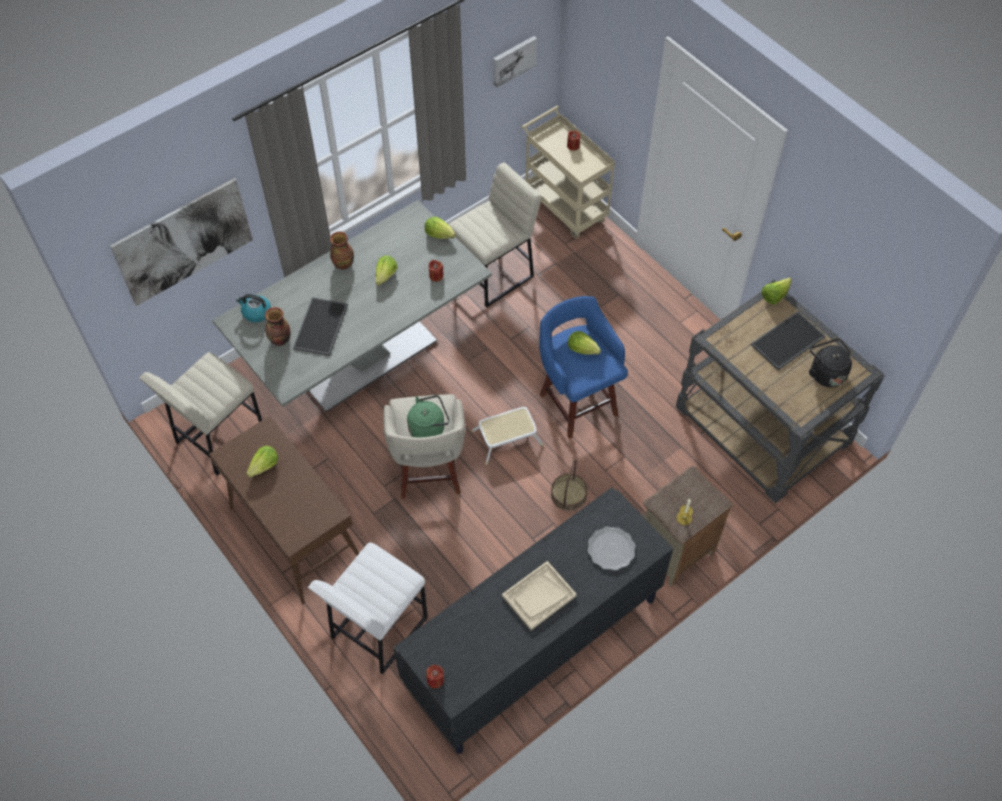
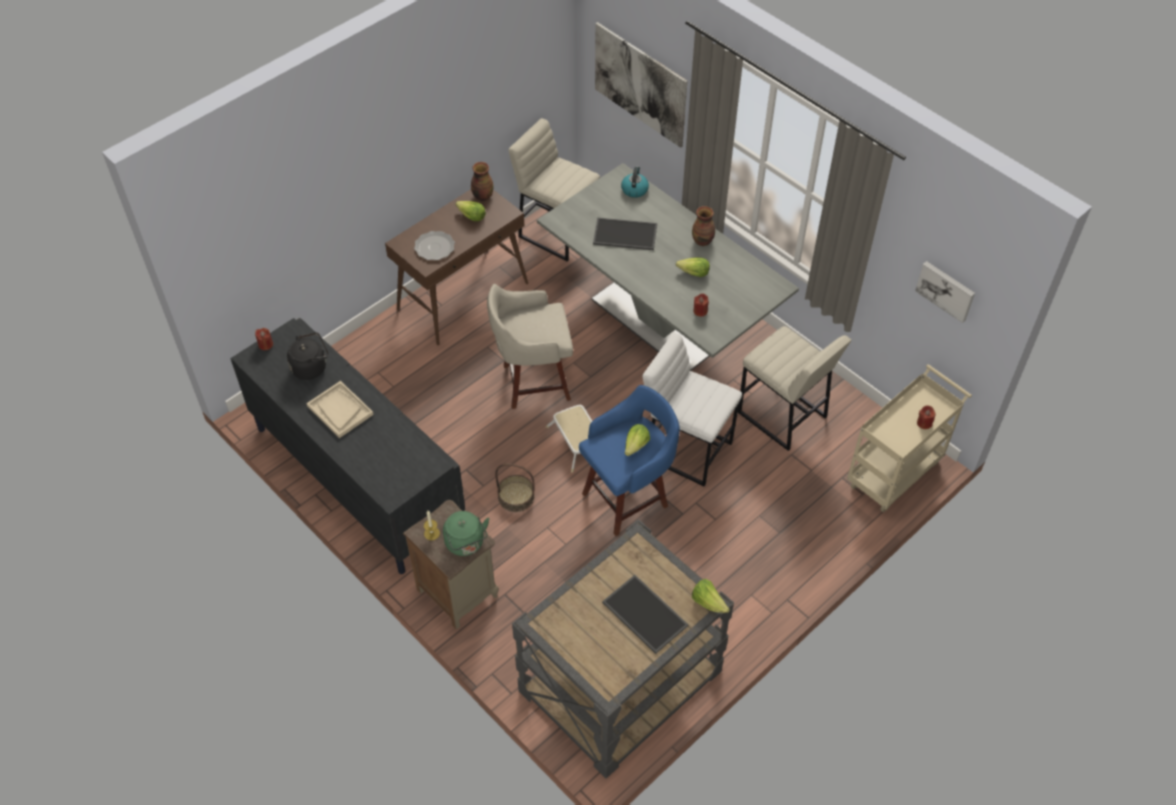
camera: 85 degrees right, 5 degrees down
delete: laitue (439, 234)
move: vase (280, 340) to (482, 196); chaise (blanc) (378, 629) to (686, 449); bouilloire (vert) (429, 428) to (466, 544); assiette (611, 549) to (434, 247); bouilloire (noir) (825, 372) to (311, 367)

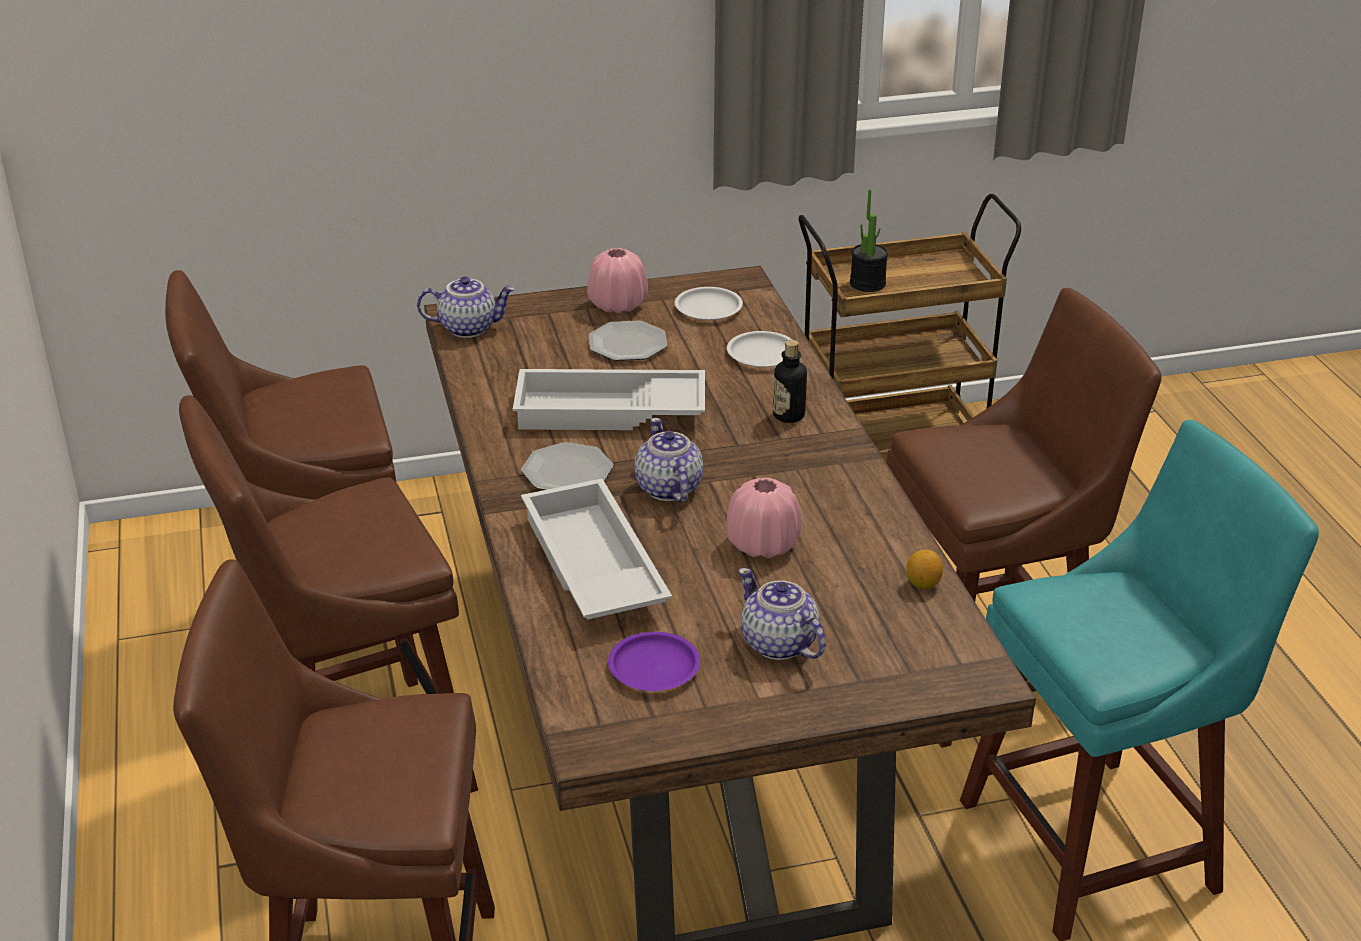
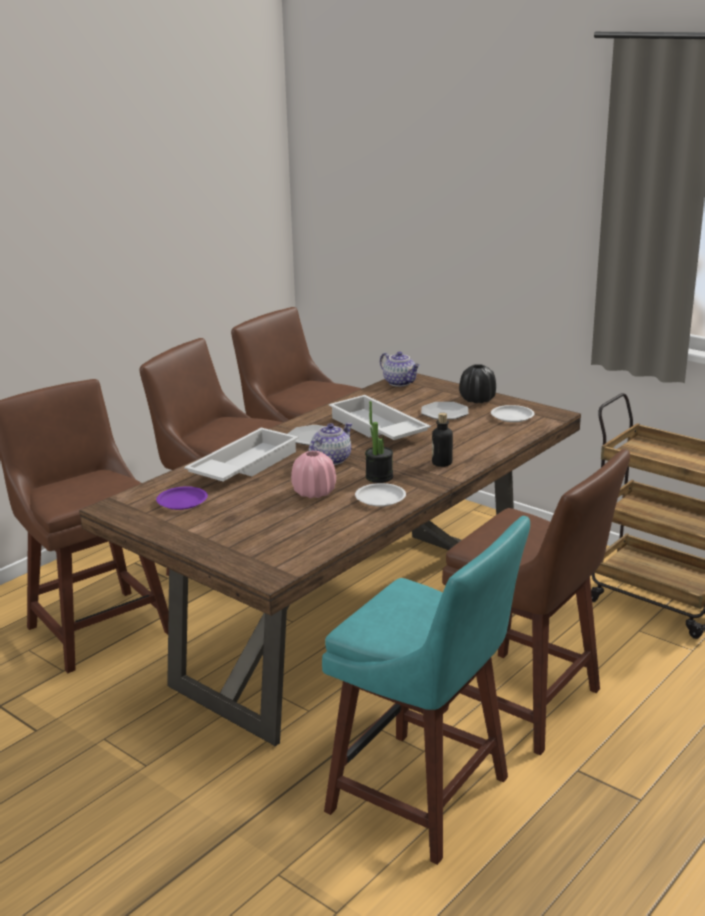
camera: 55 degrees right, 10 degrees down
delete: théière (779, 644); citron (923, 584)
move: assiette (blanc) (761, 354) to (380, 498); plante en pot (867, 283) to (379, 477)
recolor: vase (rose) (618, 305) to vase (noir) (477, 400)

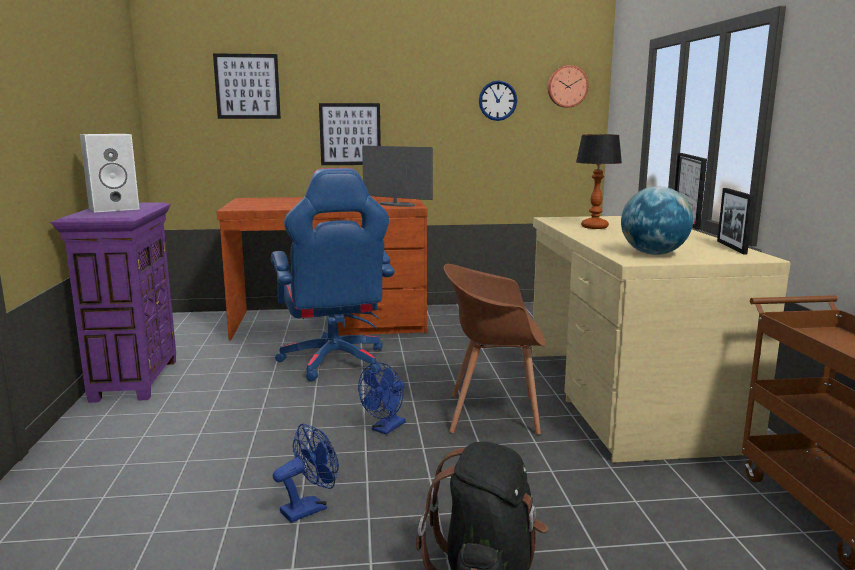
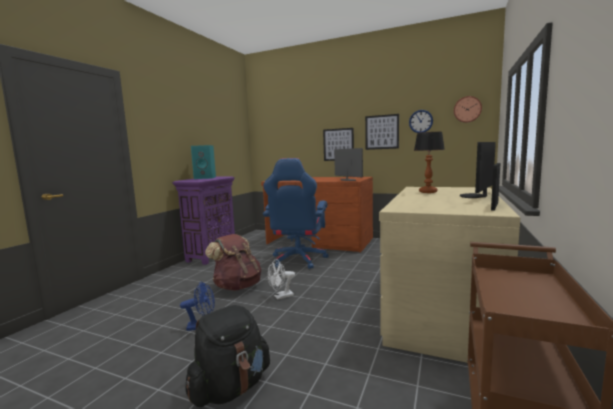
camera: 30 degrees right, 5 degrees down
delete: chaise (marron) (491, 414); globe (653, 254)
insert: sac à dos (marron) (237, 286)
move: tableau (247, 86) to (382, 132)
recolor: enceinte (blanc) (115, 208) to enceinte (turquoise) (205, 178); ventilateur (bleu) (385, 429) to ventilateur (blanc) (281, 296)

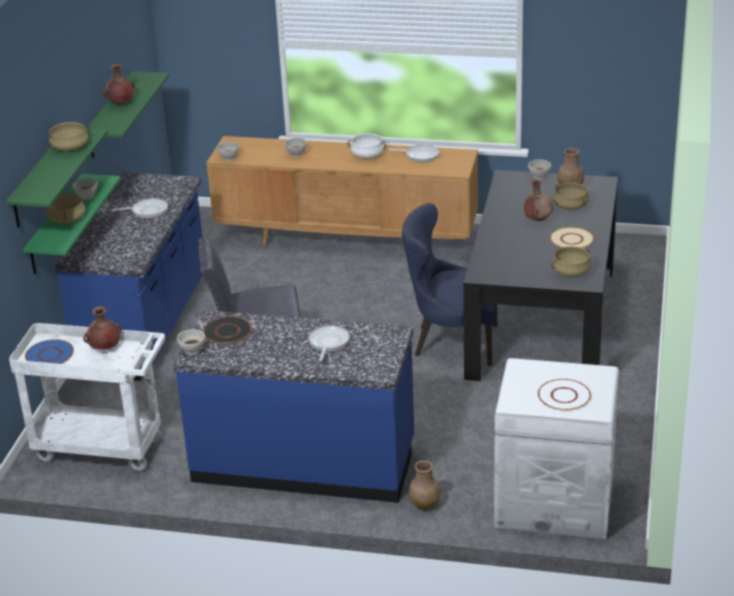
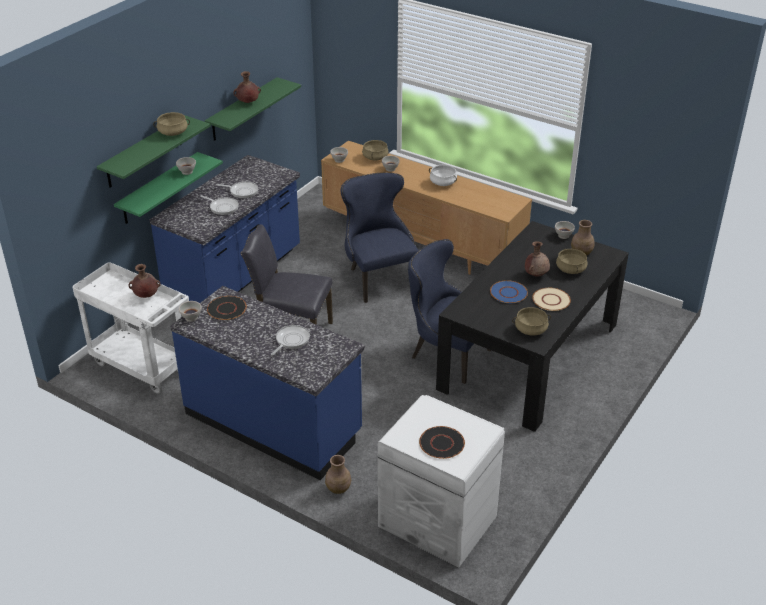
camera: 20 degrees right, 5 degrees up
insert: chaise (bleu) (378, 279)
move: assiette (bleu) (50, 355) to (509, 293); marmite (beige) (67, 219) to (375, 157); poêle (420, 155) to (222, 207)
recolor: assiette (blanc) (564, 396) to assiette (noir) (442, 443)

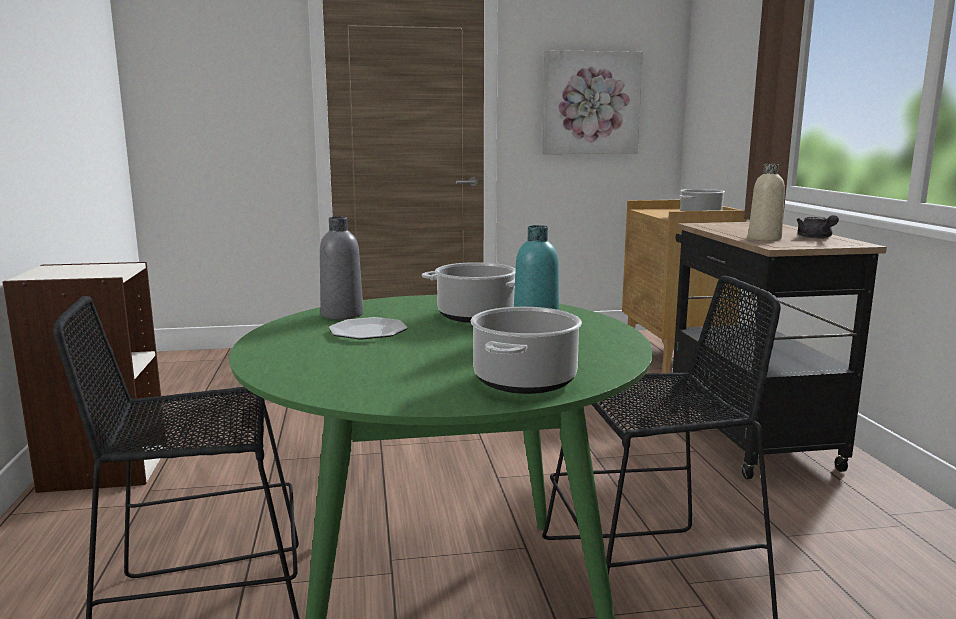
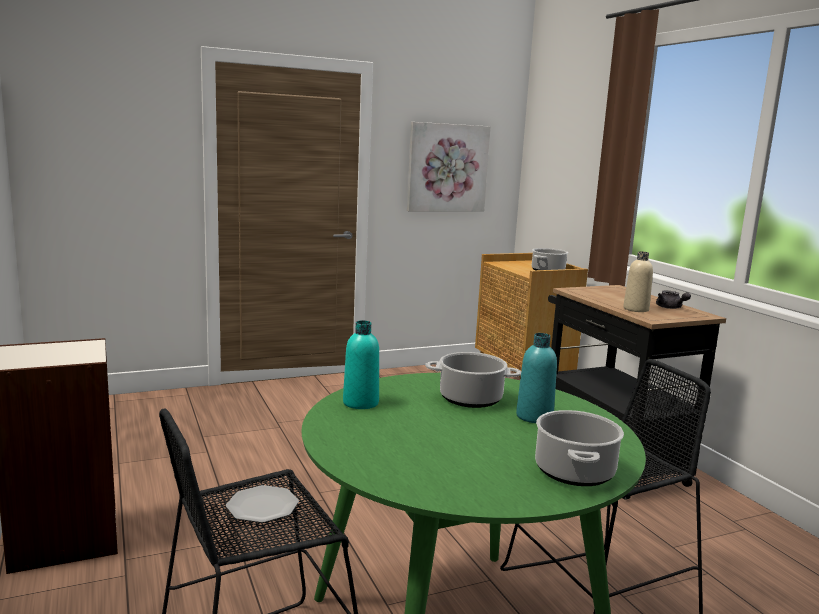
camera: 15 degrees left, 0 degrees up
move: assiette (368, 332) to (262, 506)
recolor: bouteille (gris) (342, 315) to bouteille (turquoise) (360, 403)

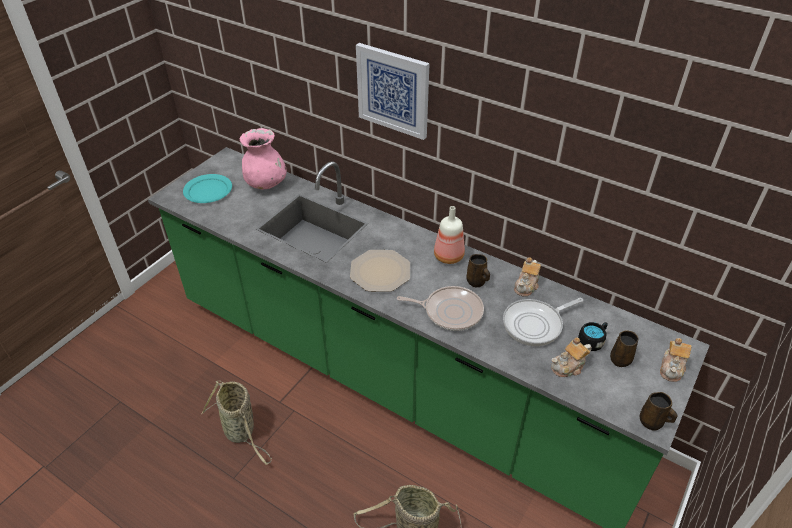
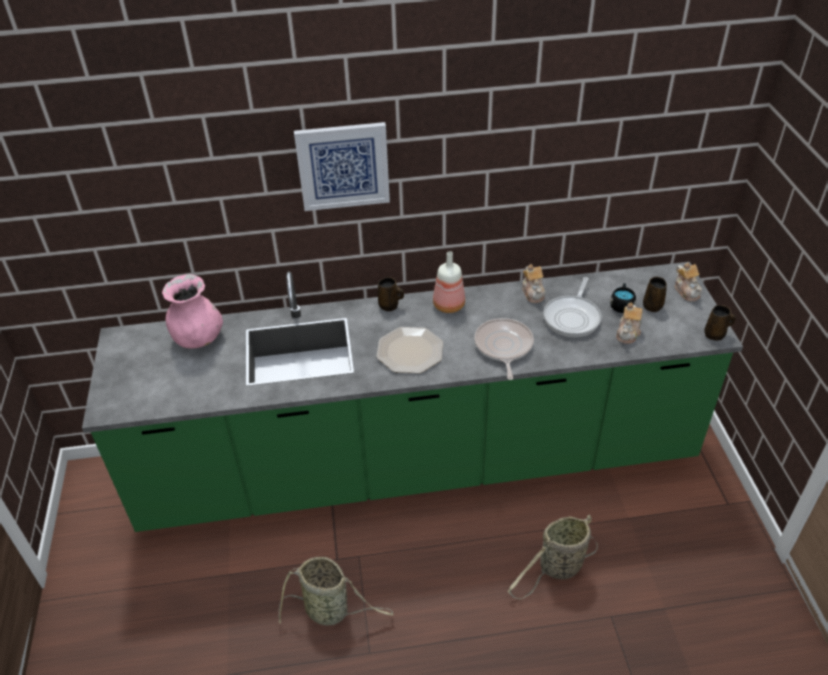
camera: 40 degrees left, 0 degrees up
delete: assiette (turquoise) (207, 191)
move: mug (marron) (477, 282) to (390, 306)
rotate: poêle (450, 311) = (503, 347) 60 degrees counterclockwise

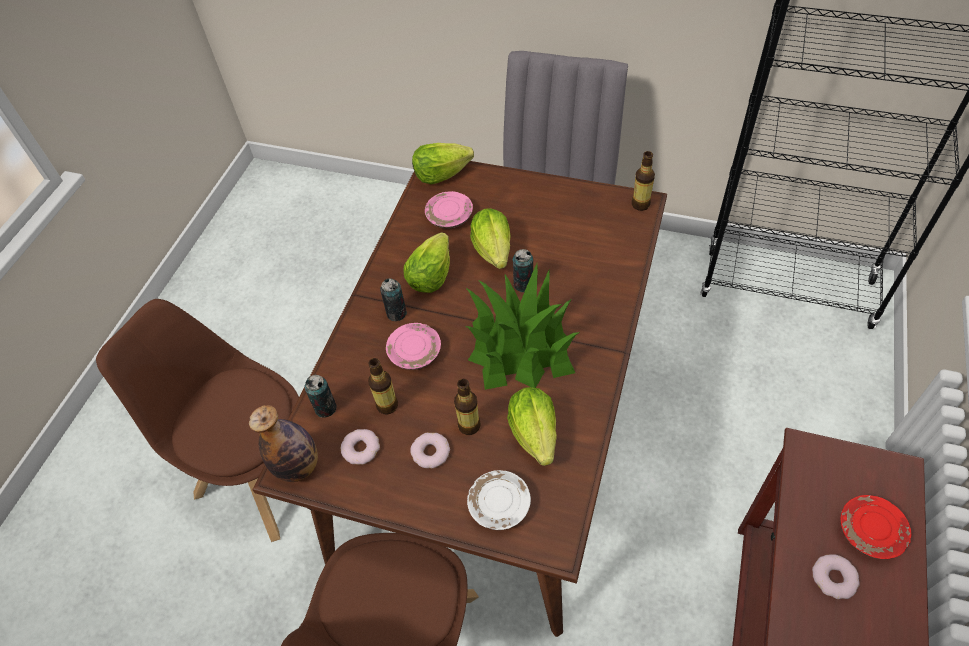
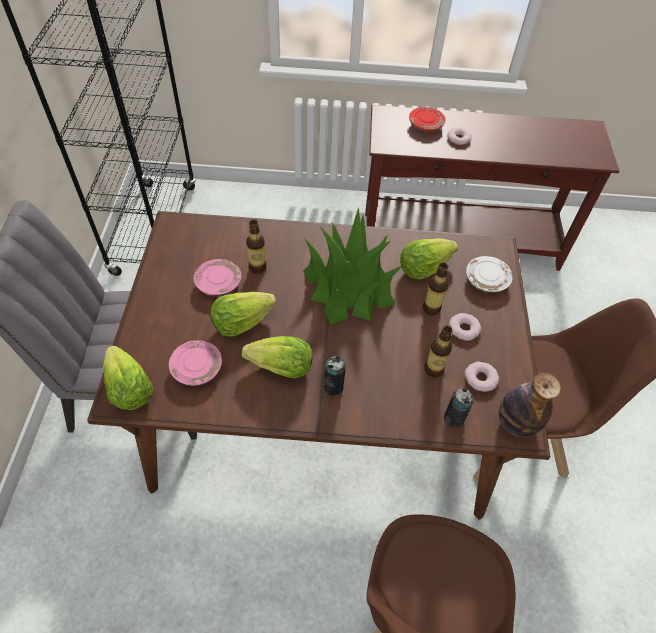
camera: 110 degrees left, 0 degrees up
delete: boîte métallique (523, 284)
move: assiette (rose) (415, 352) to (218, 283); bouteille (640, 204) to (257, 267)

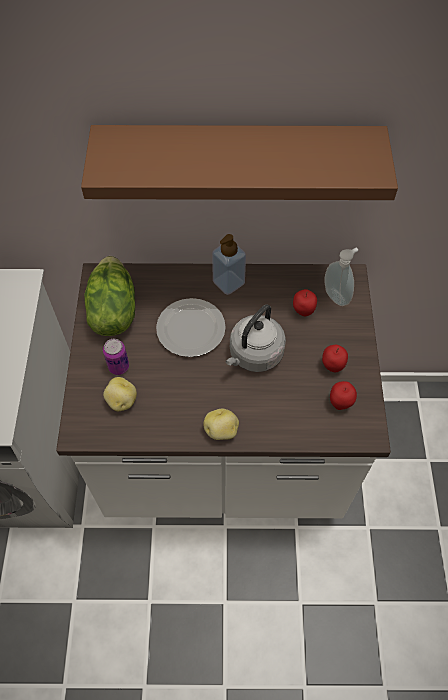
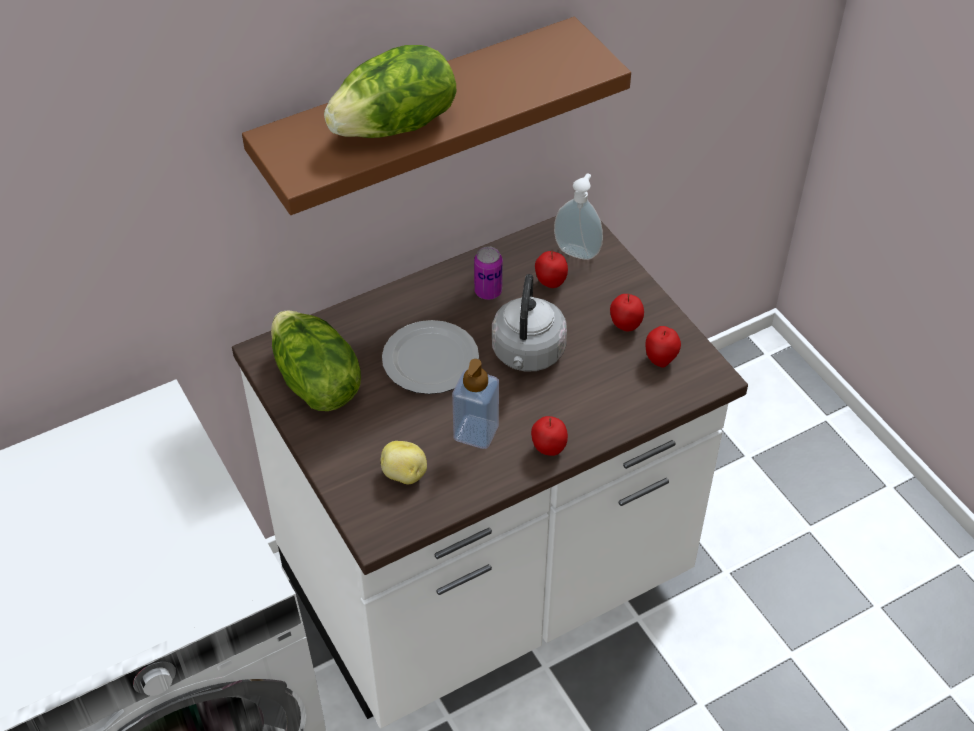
camera: 30 degrees left, 10 degrees down
insert: laitue (396, 126)
move: boîte métallique (118, 366) to (488, 291); distributeur de savon (228, 282) to (476, 432)
replace: pomme de terre (221, 431) to pomme (548, 450)

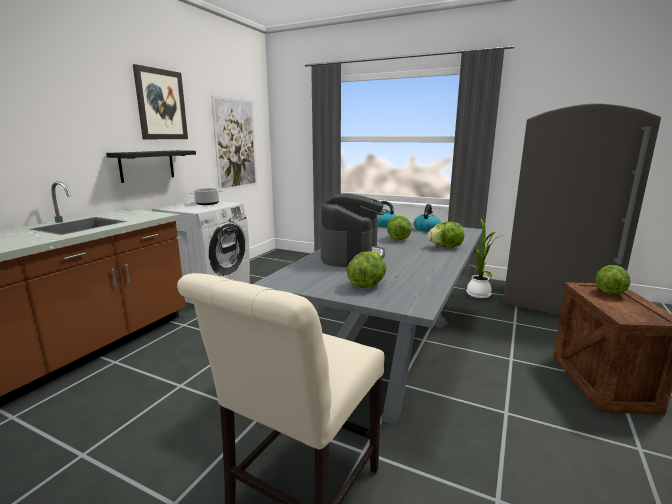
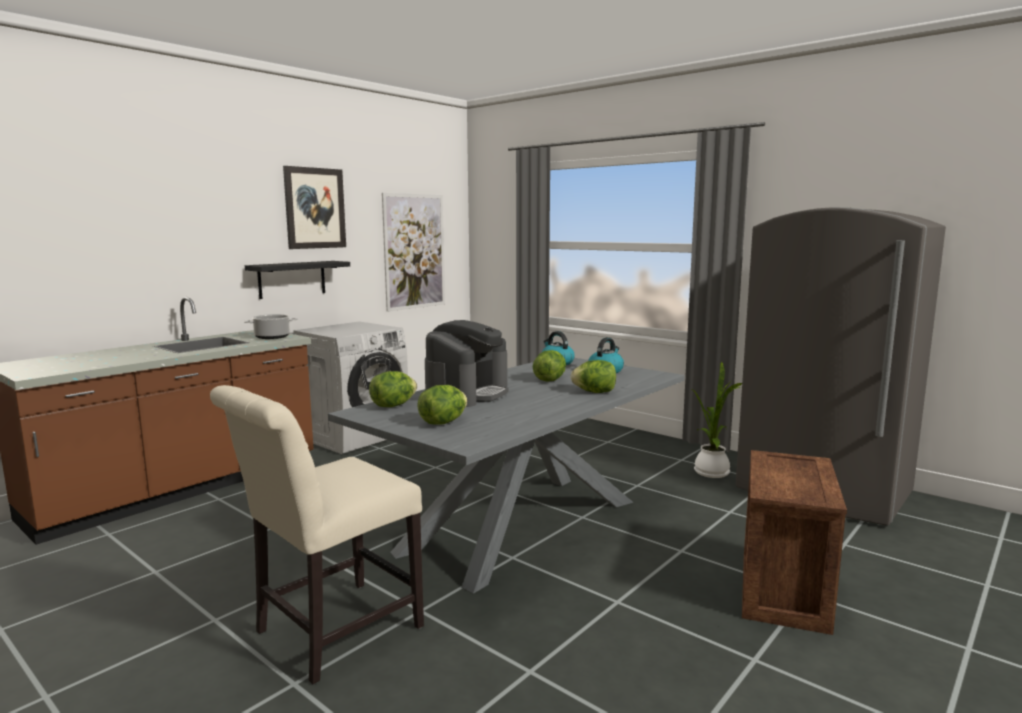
camera: 15 degrees right, 5 degrees down
move: marmite (207, 203) to (271, 337); laitue (609, 292) to (393, 405)

